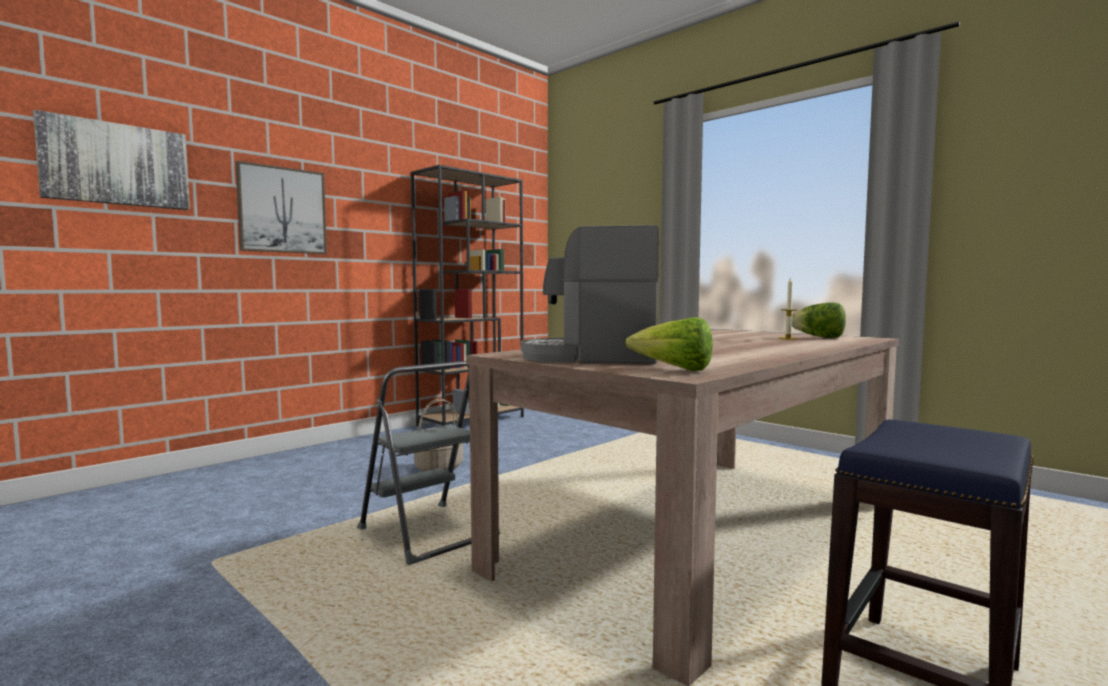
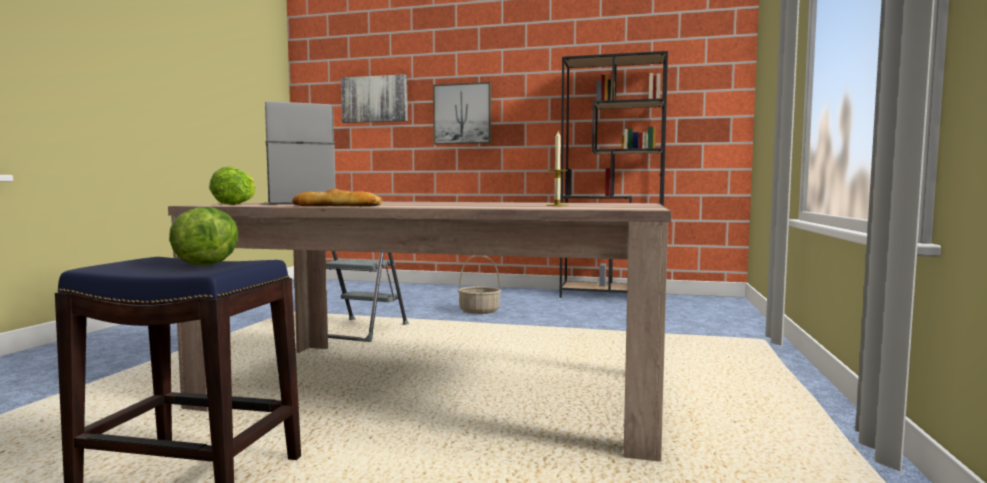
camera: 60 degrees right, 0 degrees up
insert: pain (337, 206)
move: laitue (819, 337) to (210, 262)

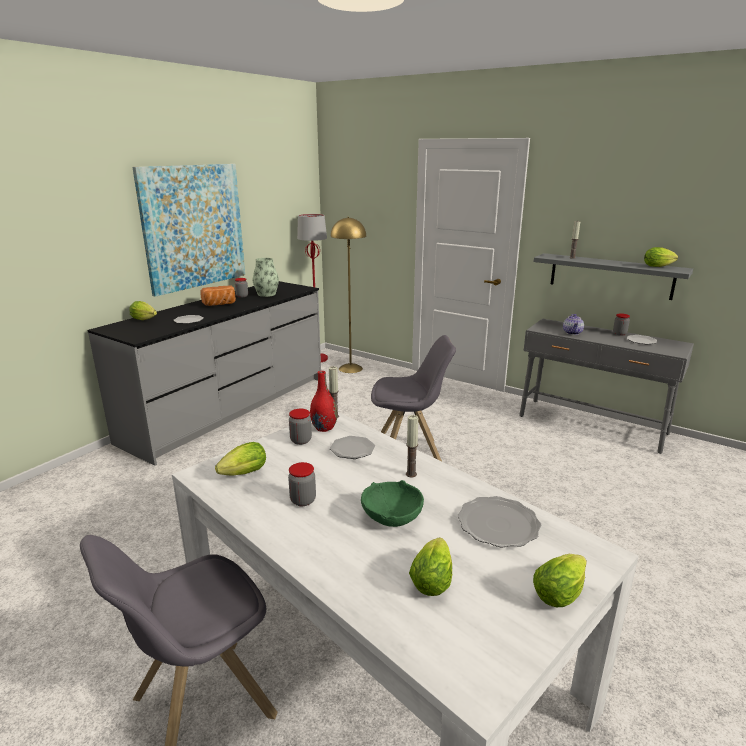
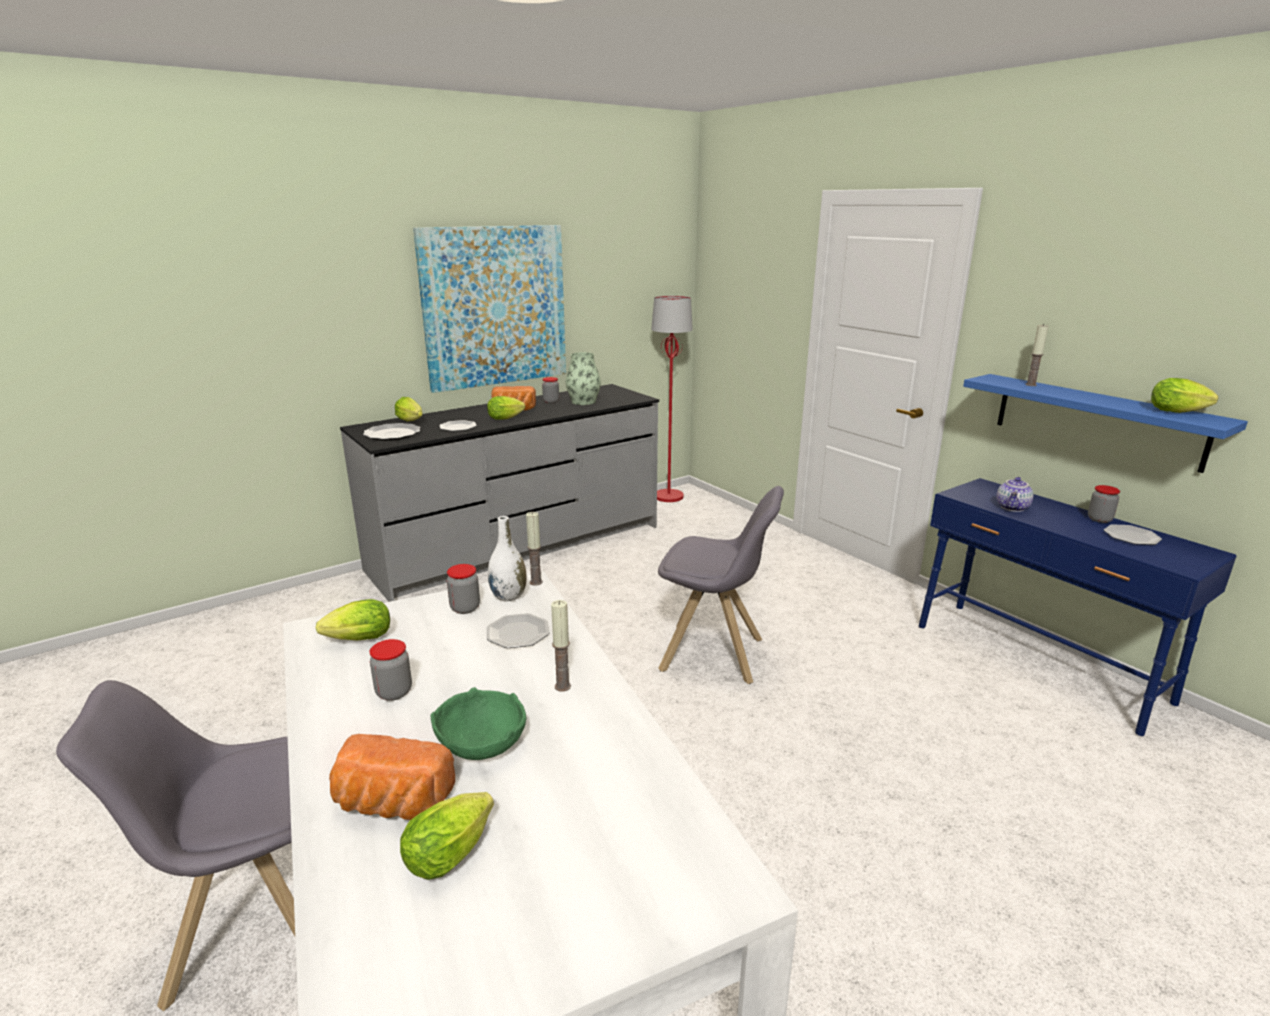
camera: 20 degrees right, 0 degrees up
delete: lampadaire (jaune) (350, 368)
insert: pain (391, 804)
move: assiette (498, 525) to (392, 434); laitue (561, 592) to (507, 418)
recolor: vase (rouge) (324, 428) to vase (blanc) (508, 596); table console (gris) (591, 425) to table console (bleu) (1036, 663); étagère (gris) (610, 276) to étagère (bleu) (1096, 420)

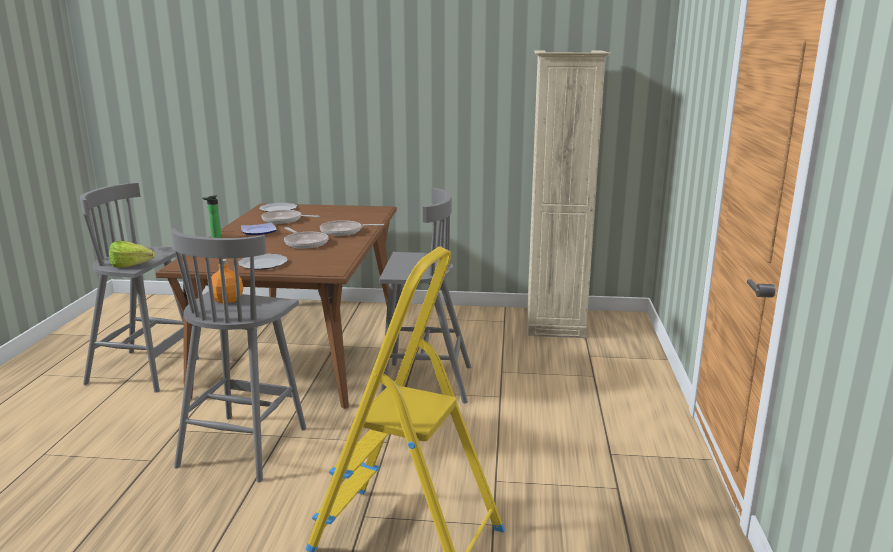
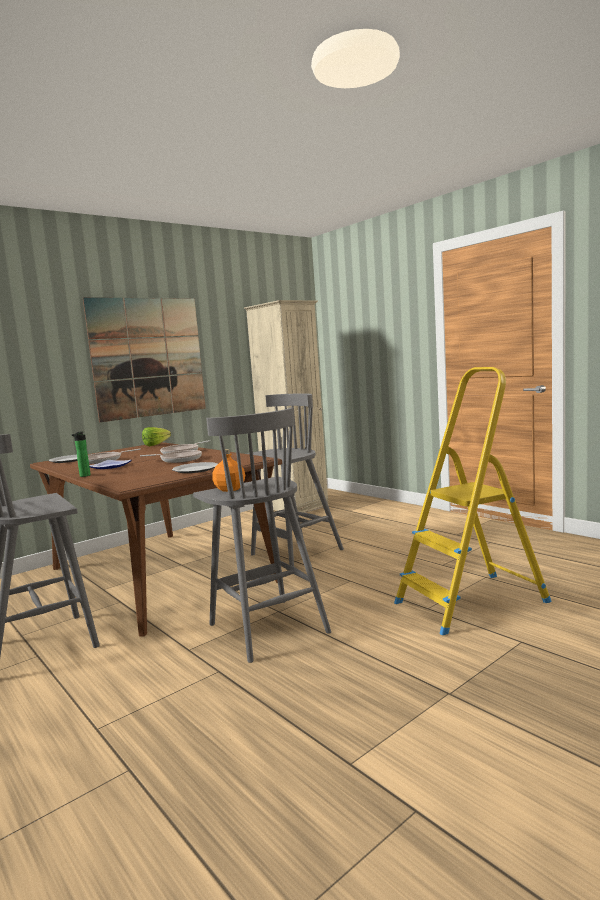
camera: 45 degrees left, 10 degrees down
insert: tableau (148, 357)
move: laitue (134, 267) to (159, 444)

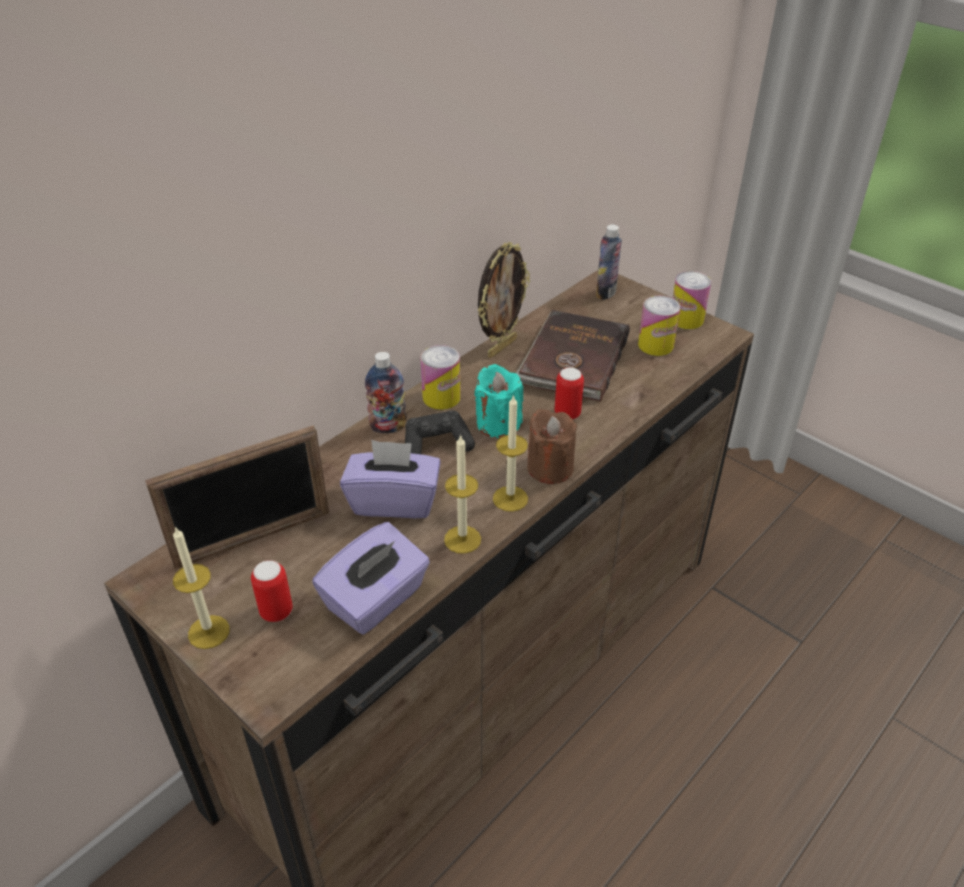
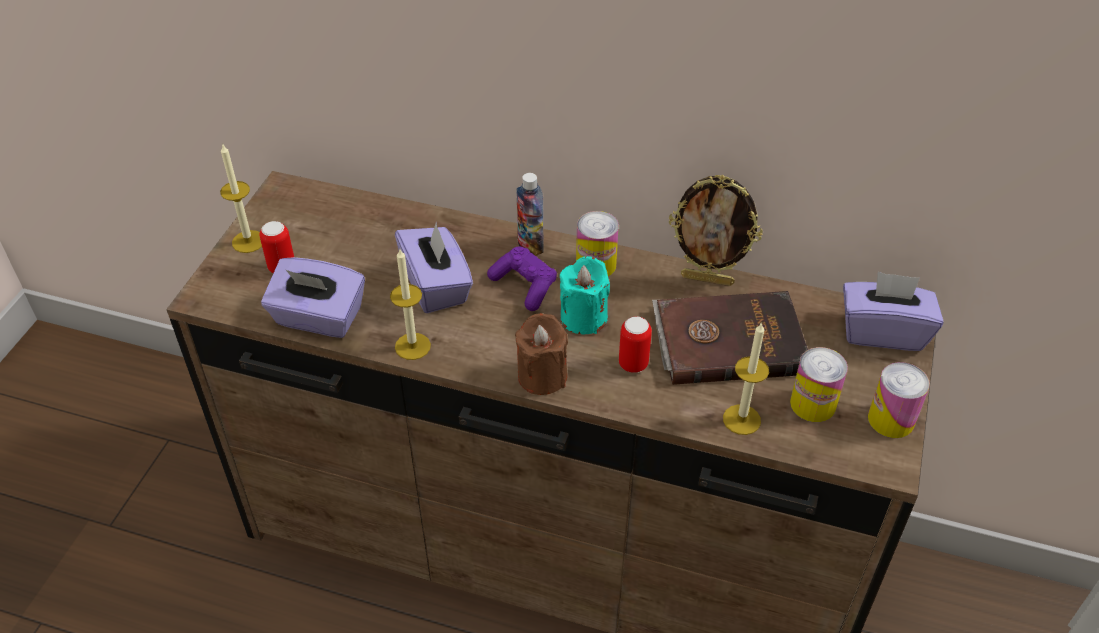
camera: 65 degrees right, 5 degrees up
delete: cadre photo (253, 539)
move: bougie (510, 498) to (741, 419)
replace: bouteille (606, 293) to boîte à mouchoirs (violet) (882, 331)
recolor: manette (noir) (436, 445) to manette (violet) (525, 286)

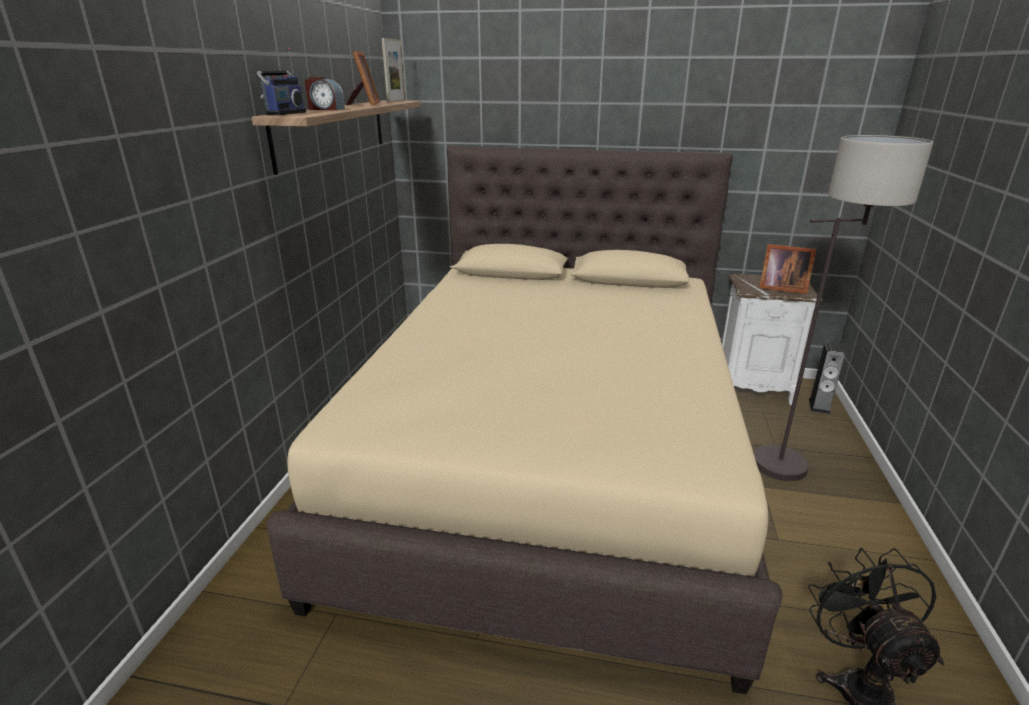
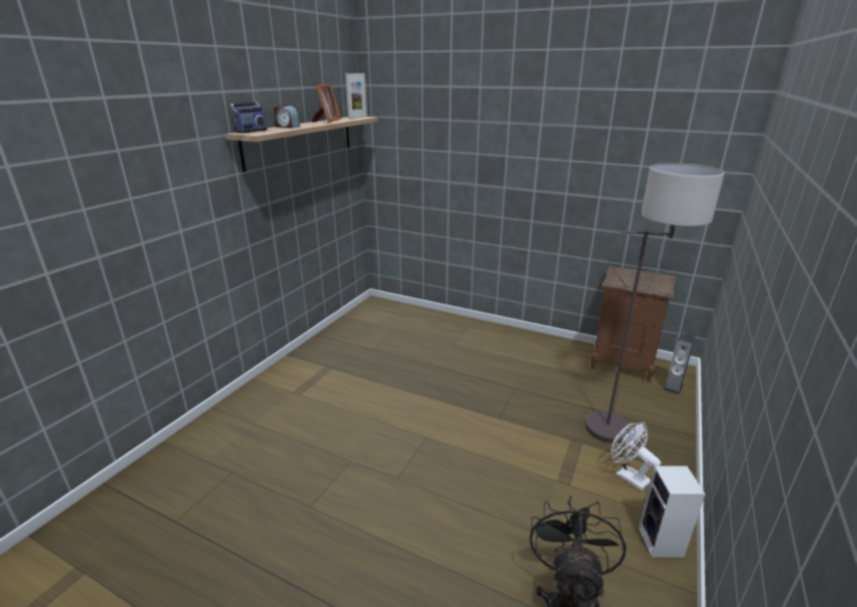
camera: 15 degrees right, 0 degrees up
delete: lit (beige) (551, 458); cadre photo (780, 288)
insert: ventilateur (blanc) (627, 476); enceinte (662, 543)
recolor: table de chevet (blanc) (753, 389) to table de chevet (marron) (622, 364)

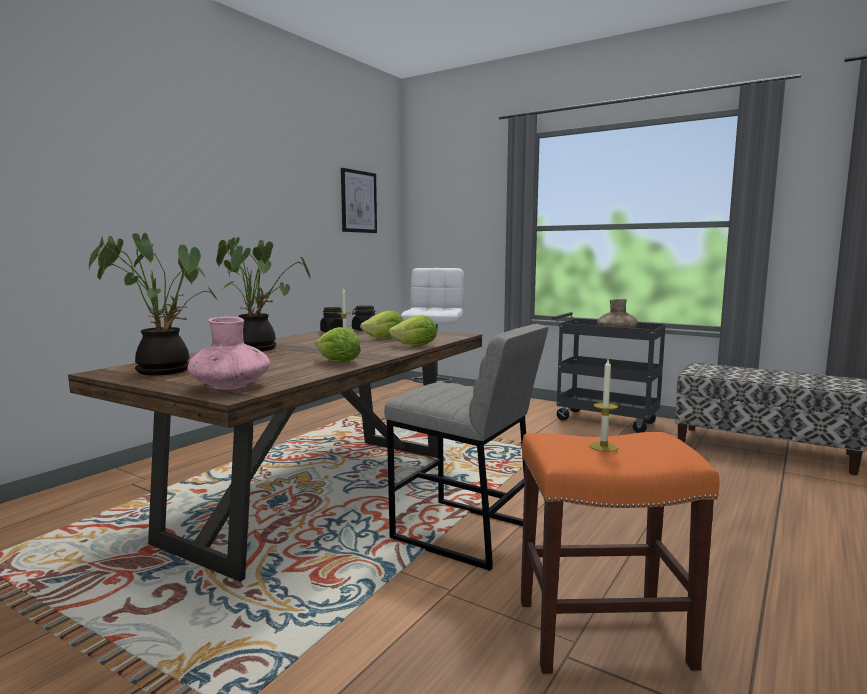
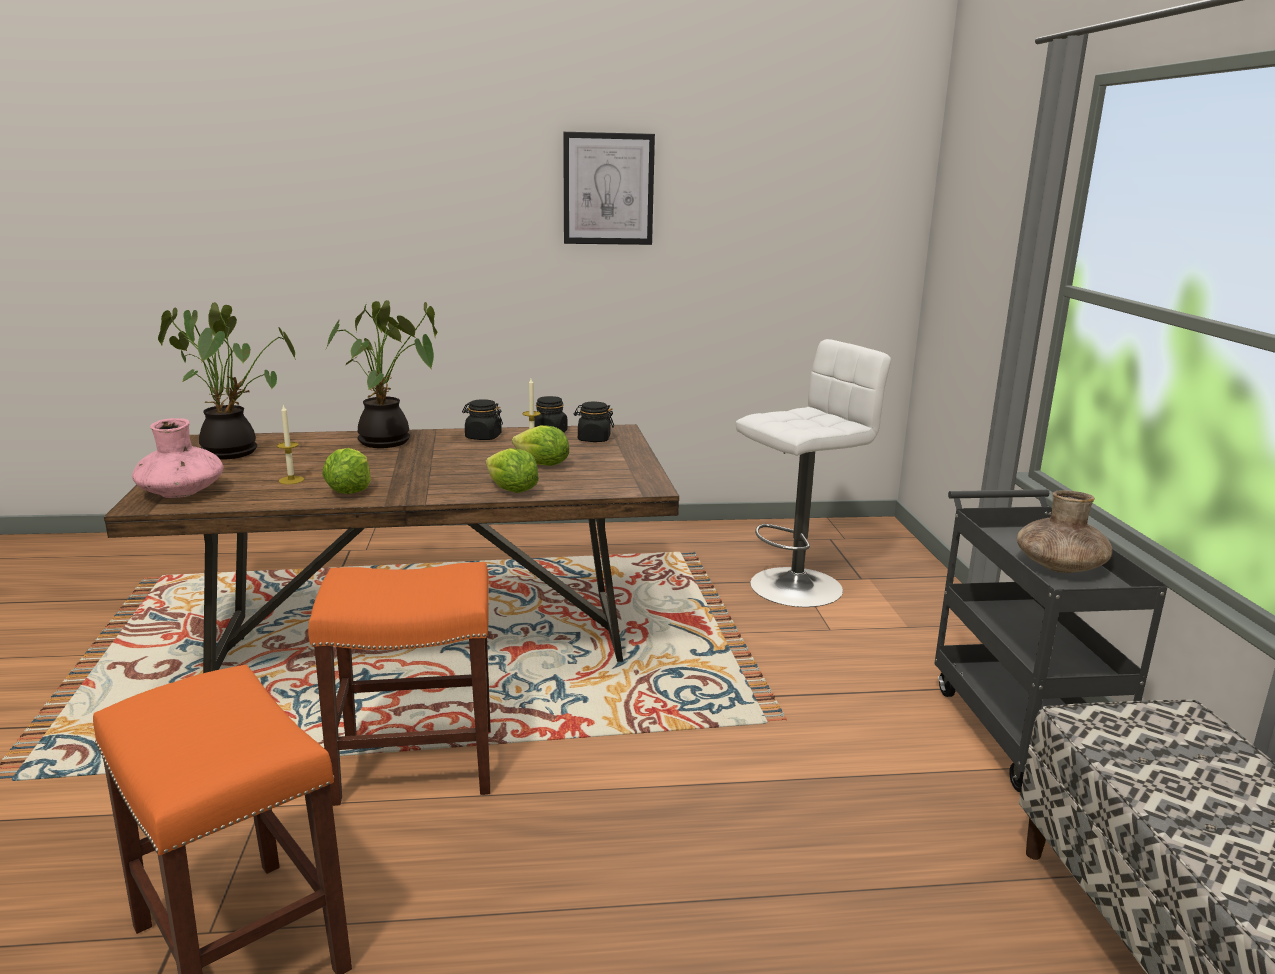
camera: 50 degrees right, 10 degrees up
insert: bocal (noir) (483, 437)
move: tableau (358, 201) to (608, 189); bougie (603, 447) to (291, 480)
replace: chaise (gris) (465, 533) to tabouret (orange) (413, 765)

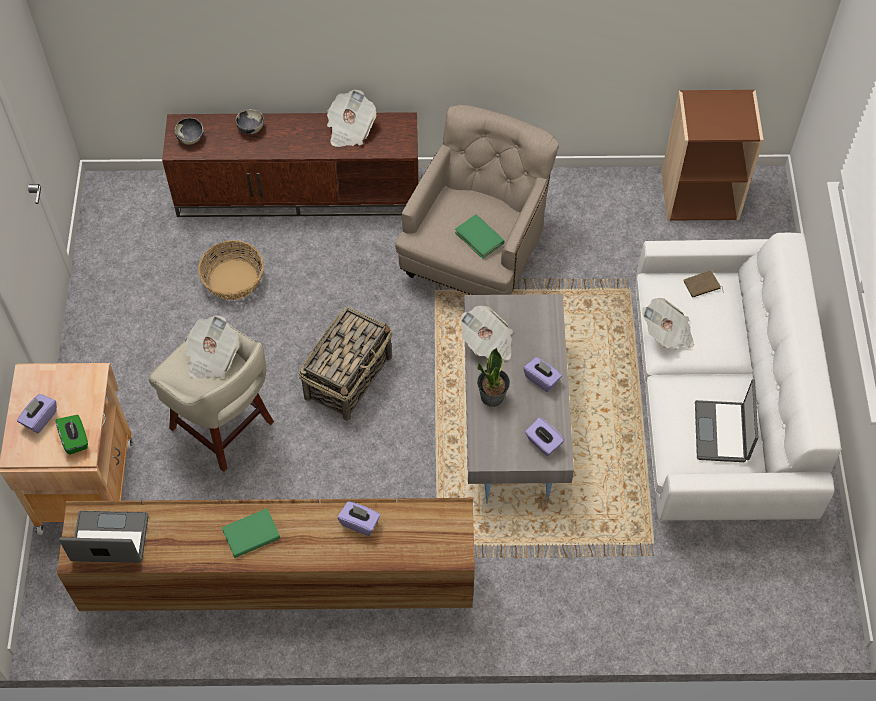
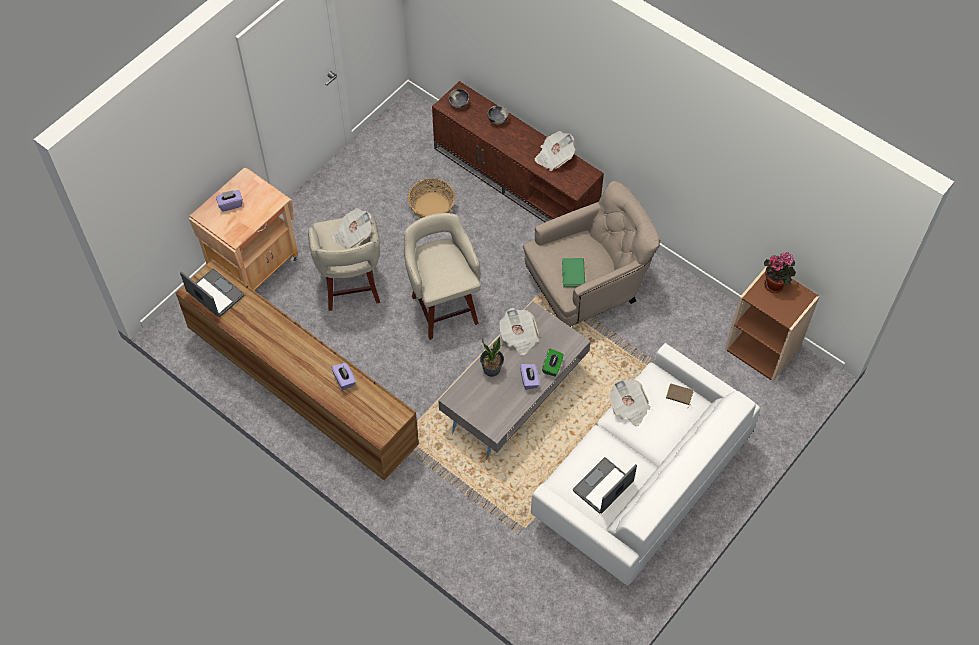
camera: 40 degrees right, 0 degrees up
delete: livre (vert) (251, 535); boîte à mouchoirs (violet) (543, 443)
insert: plante en pot (776, 284)
move: boîte à mouchoirs (vert) (75, 439) to (552, 367)
replace: panier (349, 376) to tabouret (beige) (444, 307)

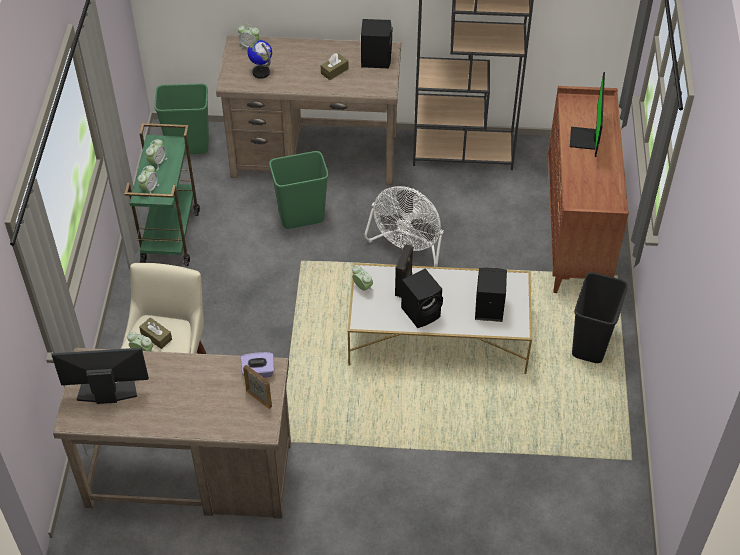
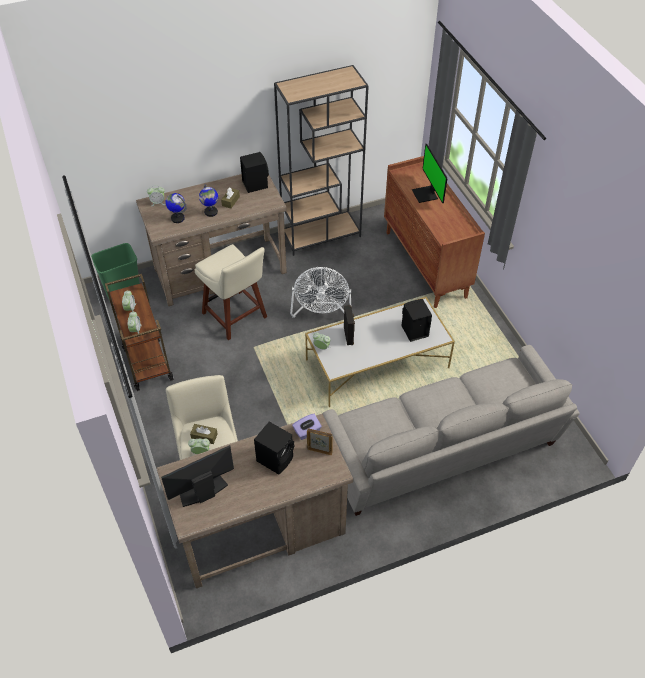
camera: 25 degrees left, 0 degrees up
delete: poubelle (noir) (590, 344)
insert: globe (210, 212); canapé (gris) (442, 454)
move: enceinte (noir) (422, 312) to (276, 458)
replace: poubelle (vert) (301, 217) to tabouret (beige) (236, 317)
recolor: chariot (vert) (171, 235) to chariot (marron) (147, 362)

